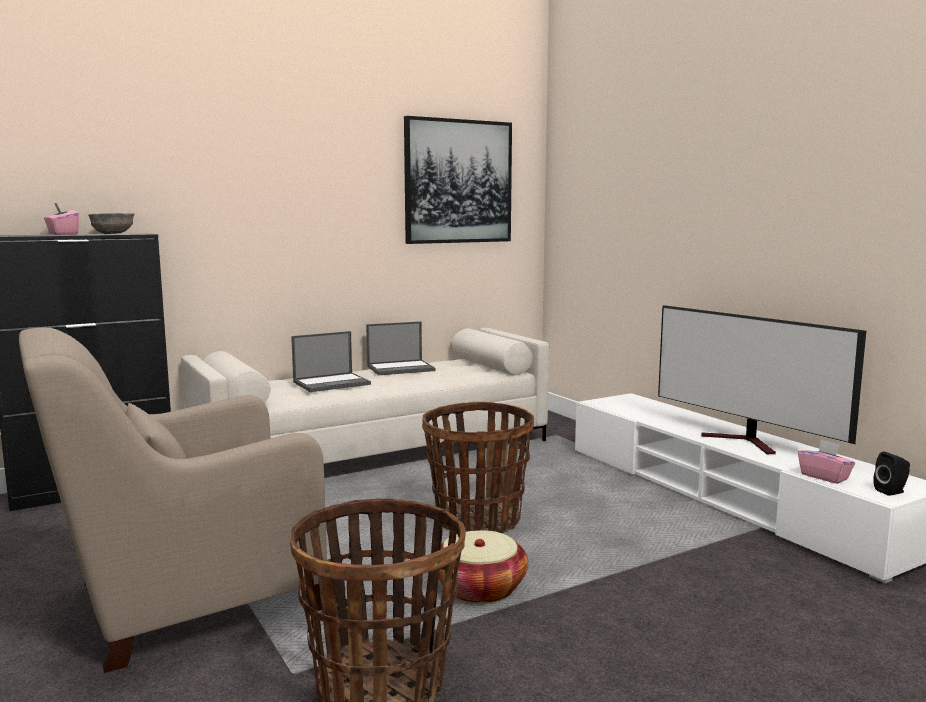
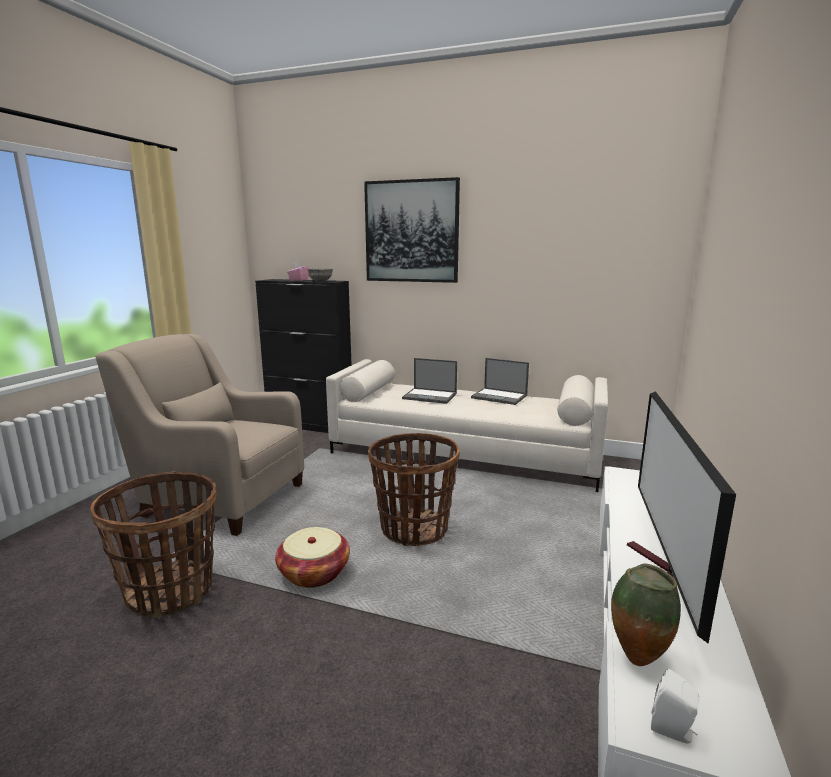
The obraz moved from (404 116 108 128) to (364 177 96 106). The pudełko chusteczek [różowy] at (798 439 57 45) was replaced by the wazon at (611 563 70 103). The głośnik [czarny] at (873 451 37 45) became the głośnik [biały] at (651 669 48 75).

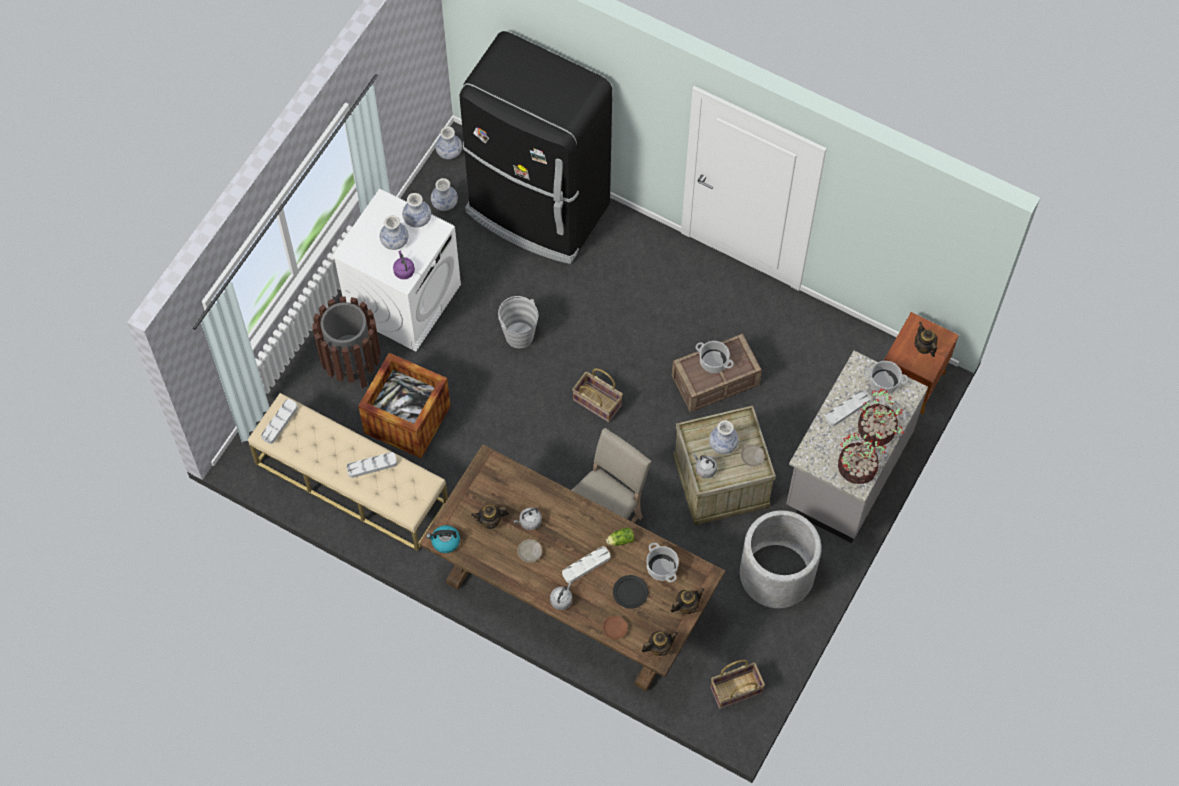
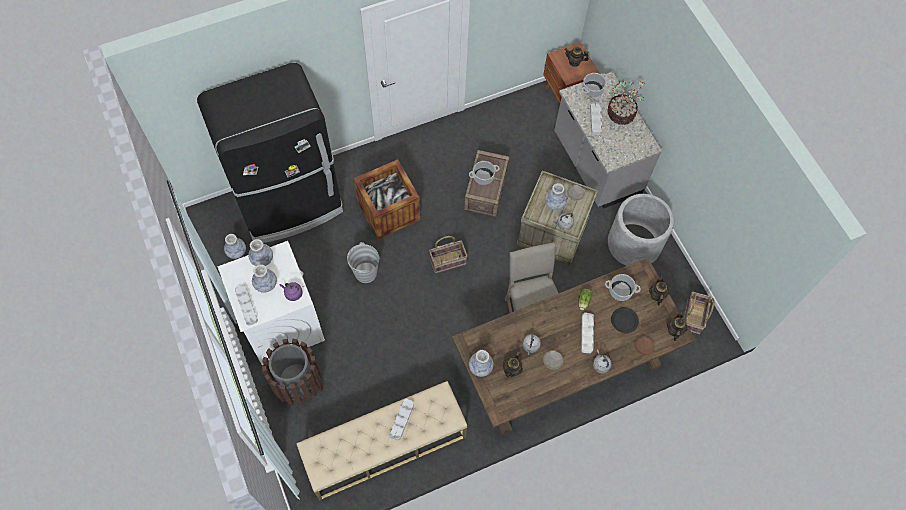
The wazon moved from (435 126 27 33) to (469 350 25 27). The skrzynka moved from (358 353 93 105) to (354 159 66 80). The taca [szary] moved from (261 399 37 45) to (235 285 23 40). The roślina doniczkowa at (838 432 48 52) disappeared. The czajnik at (426 525 34 28) disappeared.

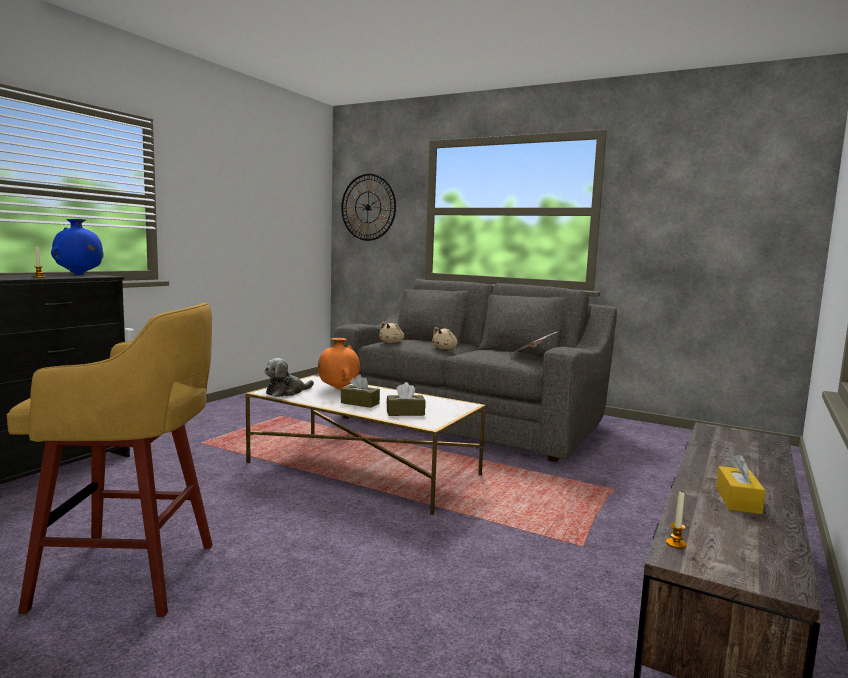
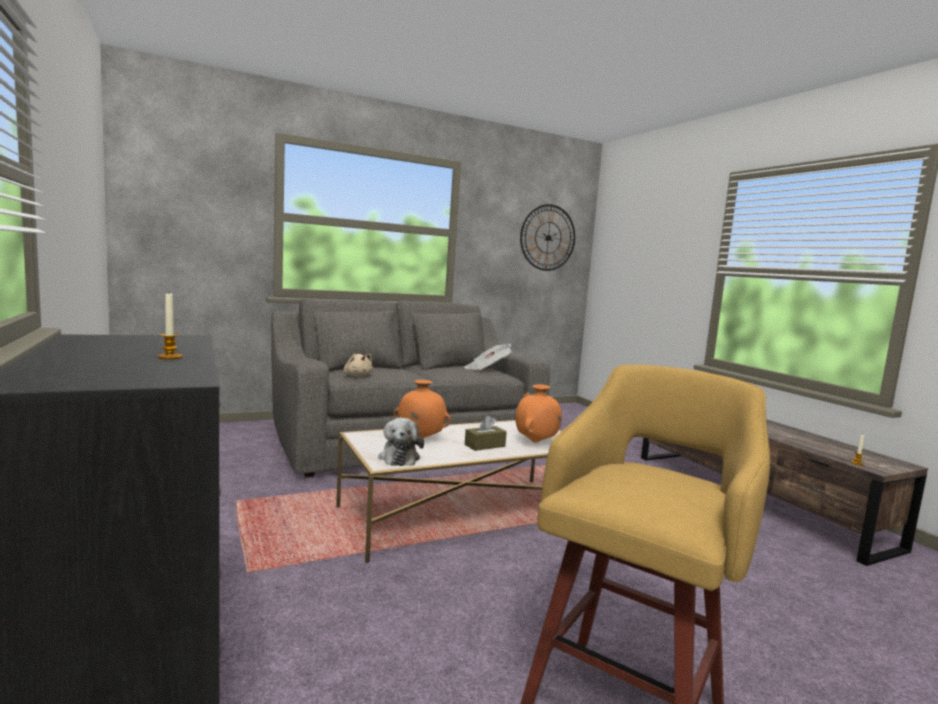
The zegar ścienny moved from (341 174 55 67) to (520 204 55 67). The wazon [niebieski] at (51 219 53 56) disappeared. The pluszak [beżowy] at (432 327 26 22) disappeared. The pudełko chusteczek [brązowy] at (387 382 38 34) was replaced by the wazon [pomarańczowy] at (515 384 47 59). The pudełko chusteczek [żółty] at (716 454 50 60) disappeared.

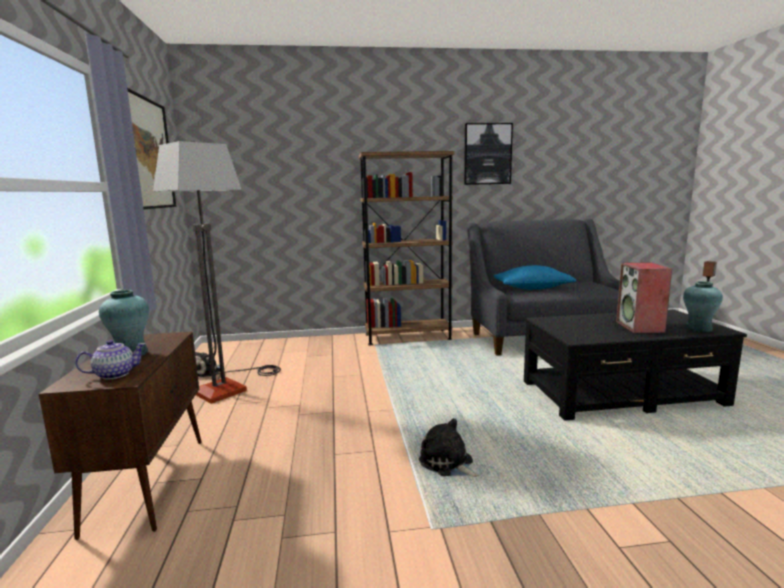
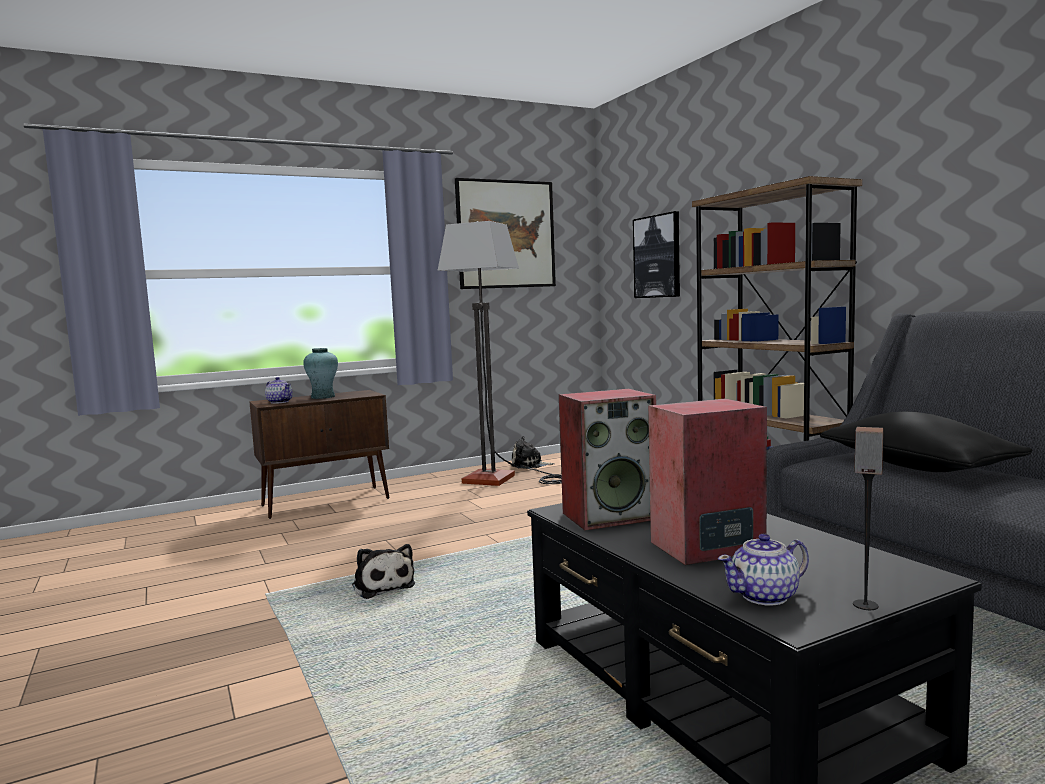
The obraz moved from (464 123 49 62) to (633 211 47 87). The poduszka [niebieski] at (494 265 82 25) became the poduszka [czarny] at (820 412 213 60). The wazon [turkusowy] at (683 281 40 51) was replaced by the imbryk at (718 534 91 71). The pluszak at (419 418 60 59) turned 120 degrees clockwise. The głośnik at (559 389 97 141) appeared.

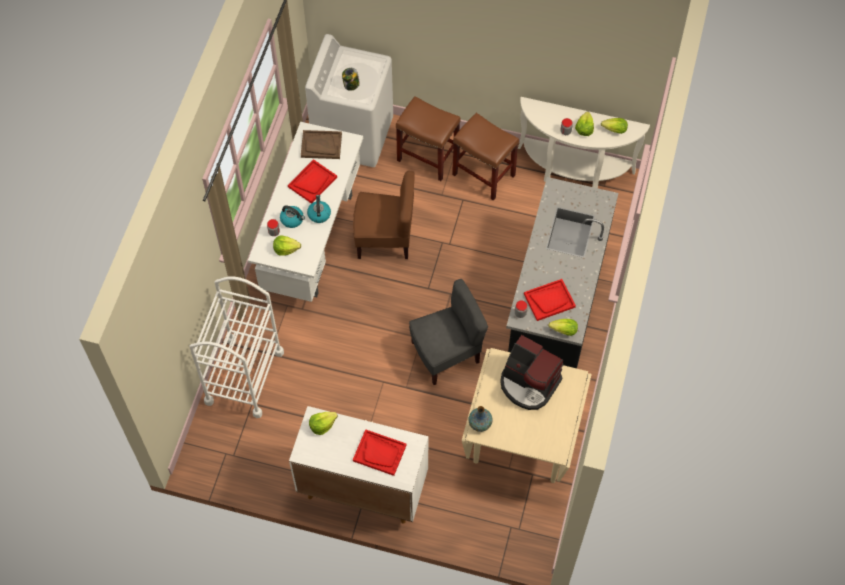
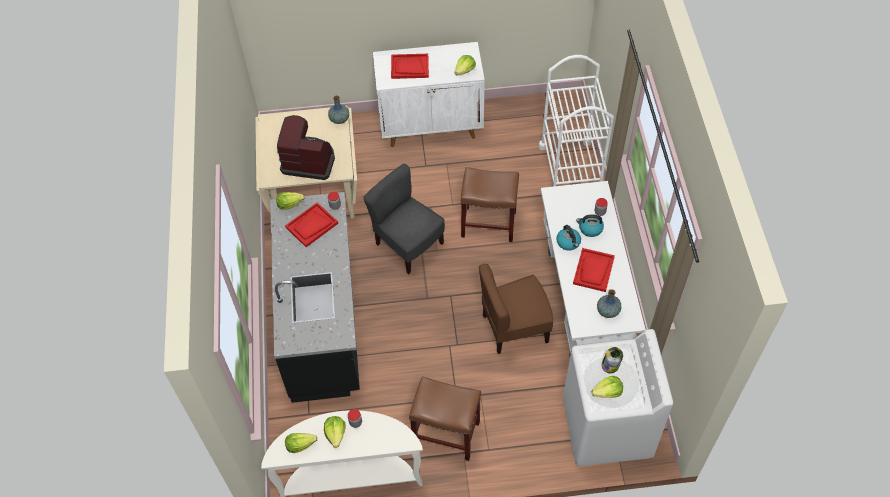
The stołek [brązowy] moved from (396 96 65 85) to (461 167 58 75). The taca [brązowy] at (301 130 41 29) was replaced by the wazon at (597 289 24 29). The sałata moved from (273 236 28 20) to (592 376 31 22). The krzesło [szary] at (409 279 79 106) turned 90 degrees clockwise.

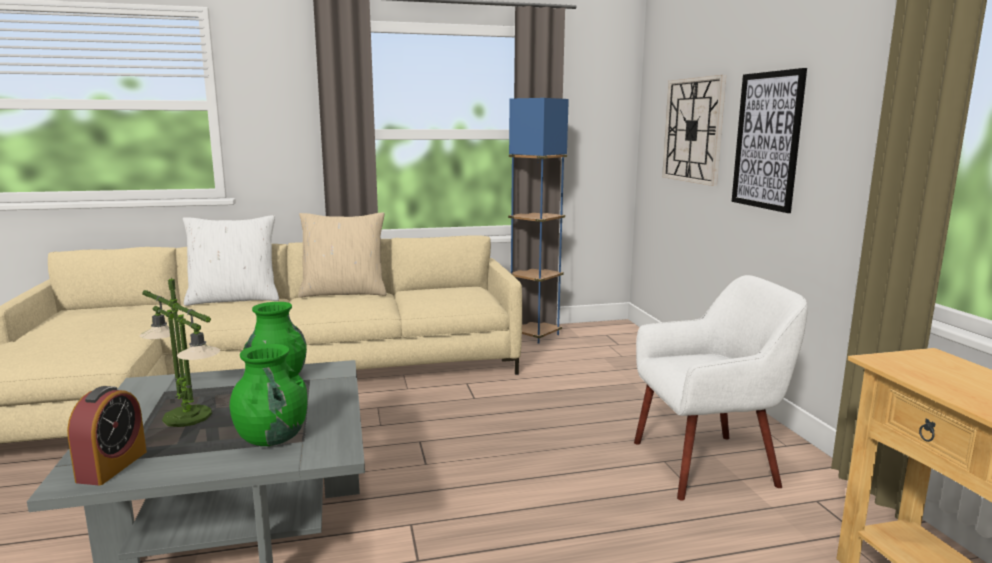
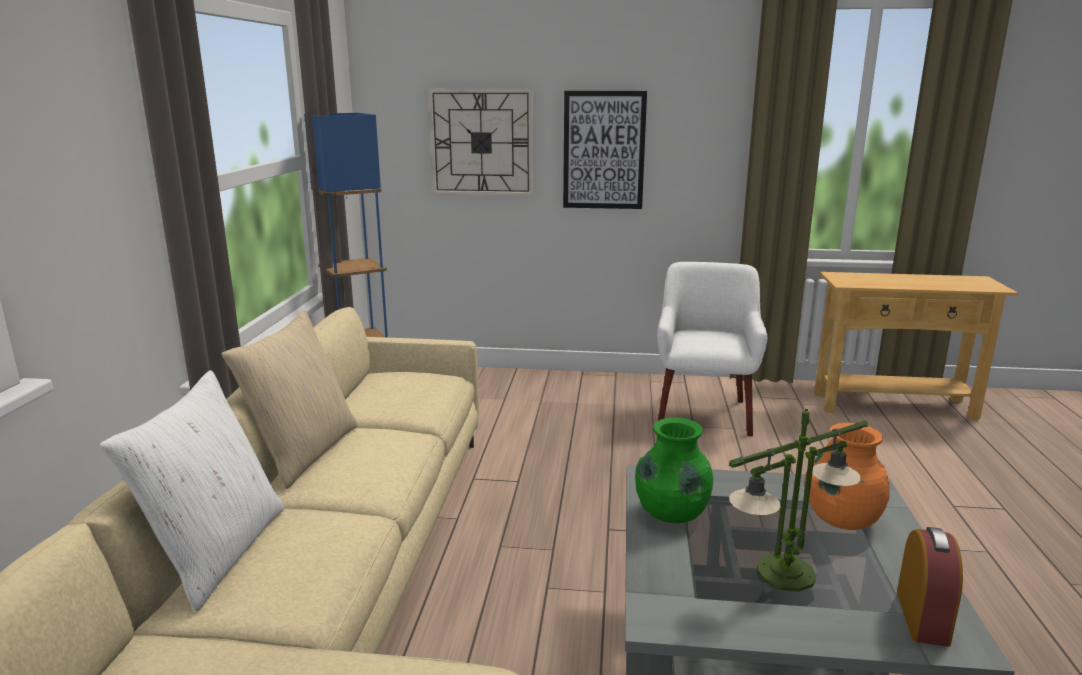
The wazon [zielony] at (230 344 77 102) became the wazon [pomarańczowy] at (805 423 85 107). The budzik at (67 386 80 99) turned 75 degrees clockwise.

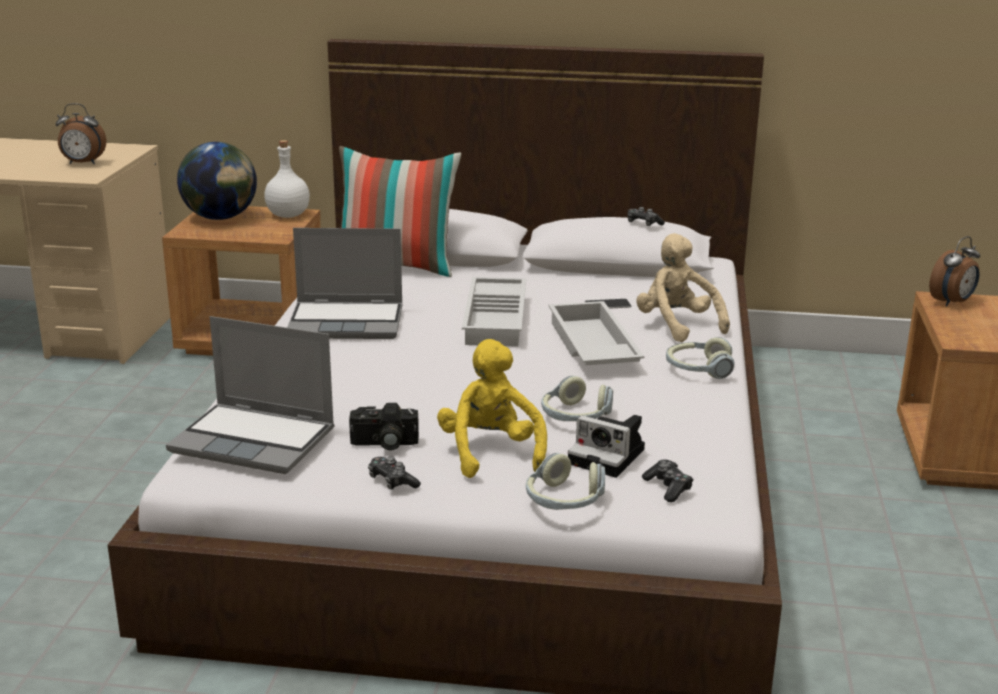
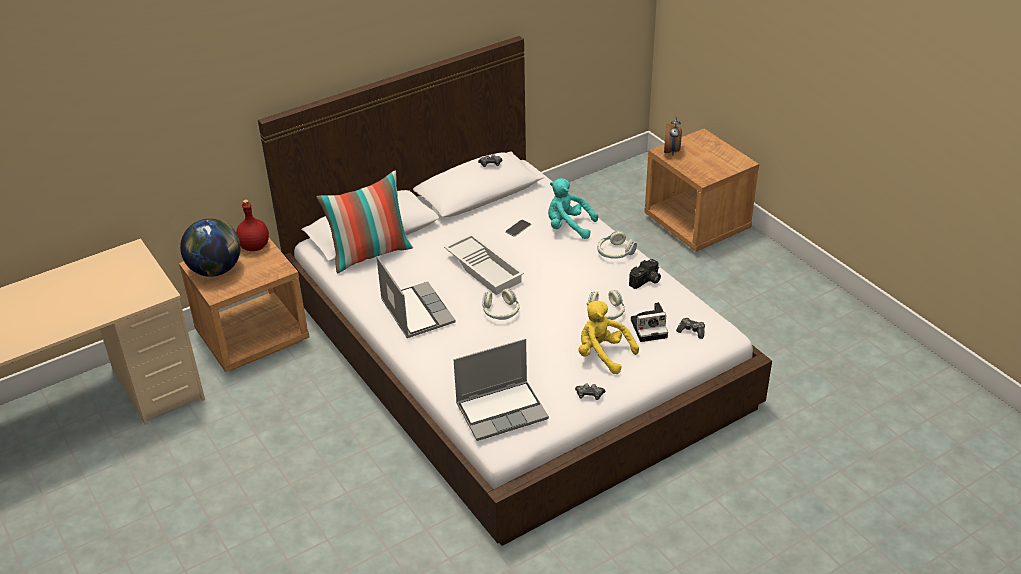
The budzik at (56 103 50 61) disappeared. The butelka [biały] at (264 140 46 78) became the butelka [czerwony] at (236 199 33 52). The laptop at (287 228 115 111) turned 75 degrees counterclockwise. The pluszak [beżowy] at (636 233 94 109) became the pluszak [turkusowy] at (548 178 50 61). The taca [biały] at (549 301 95 64) disappeared. The aparat fotograficzny moved from (349 403 70 47) to (629 259 32 30). The słuchawki moved from (526 453 79 57) to (482 288 38 32).

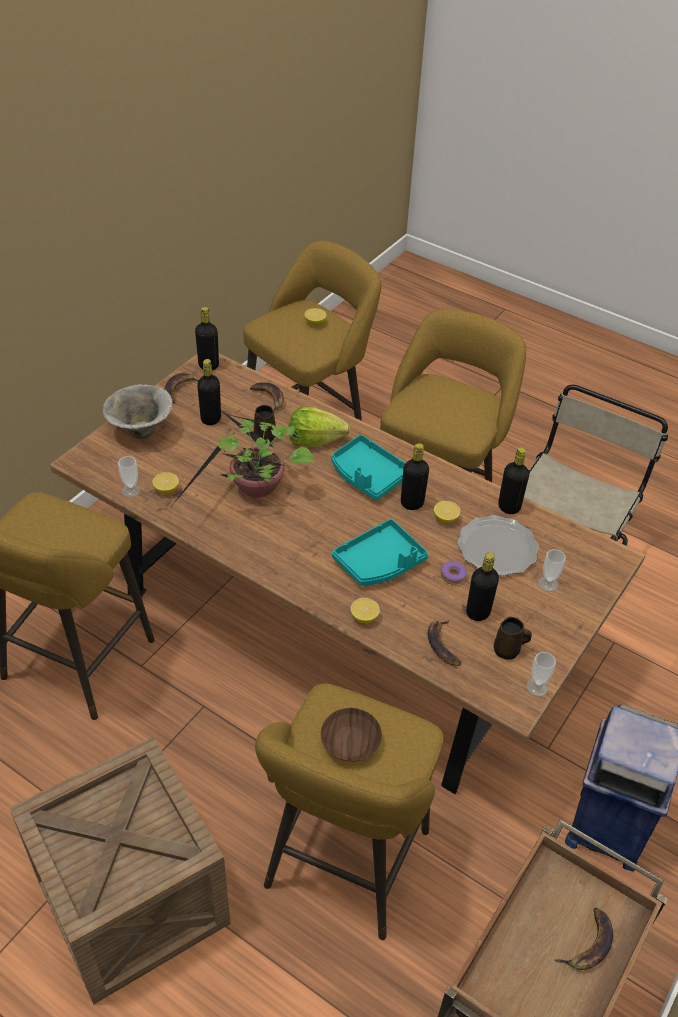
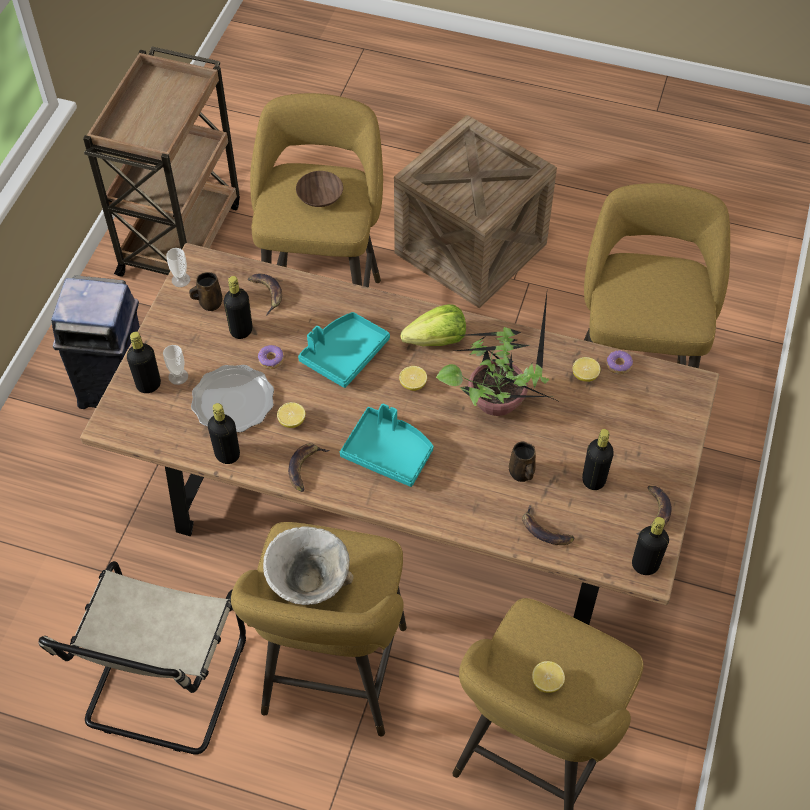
The miska moved from (102 384 70 55) to (263 526 90 79). The sałata moved from (289 407 61 40) to (401 304 65 42). The butelka [czarny] moved from (401 443 28 67) to (127 332 34 61). The filiżanka at (118 456 23 41) was replaced by the donut at (606 350 27 24). The cytryna moved from (351 598 29 26) to (399 366 28 25). The banan moved from (555 907 58 63) to (288 443 41 49).

